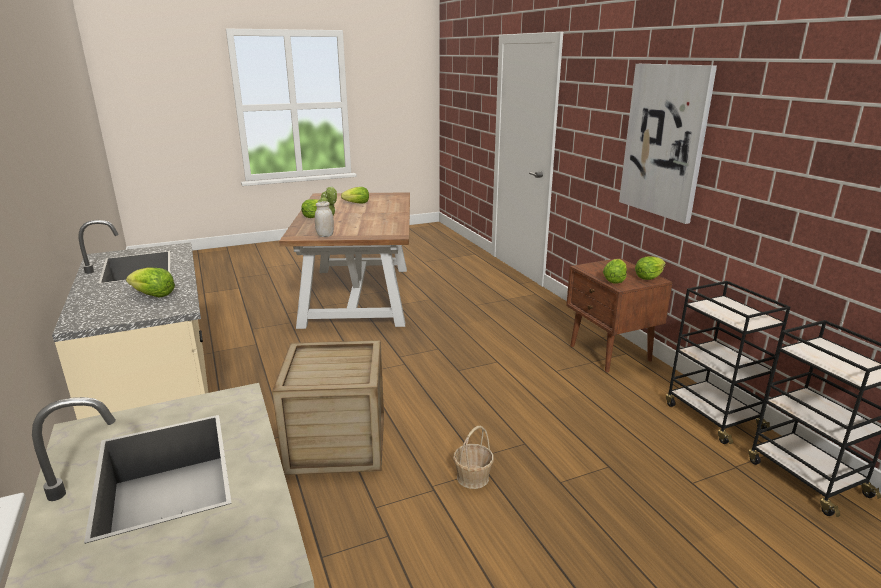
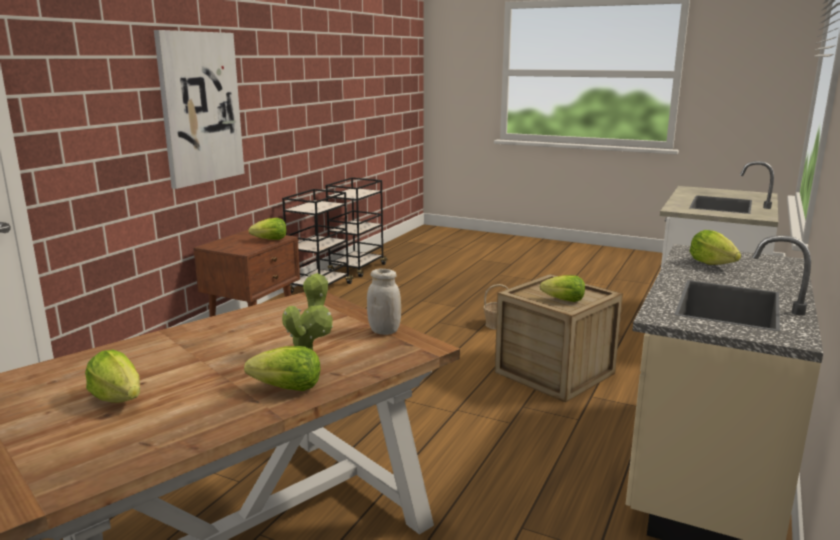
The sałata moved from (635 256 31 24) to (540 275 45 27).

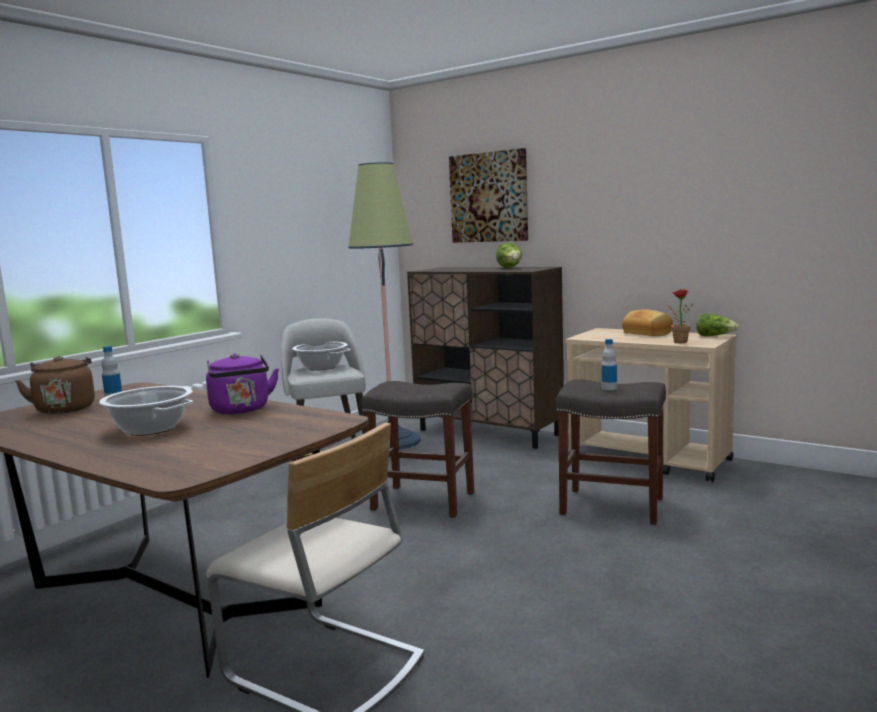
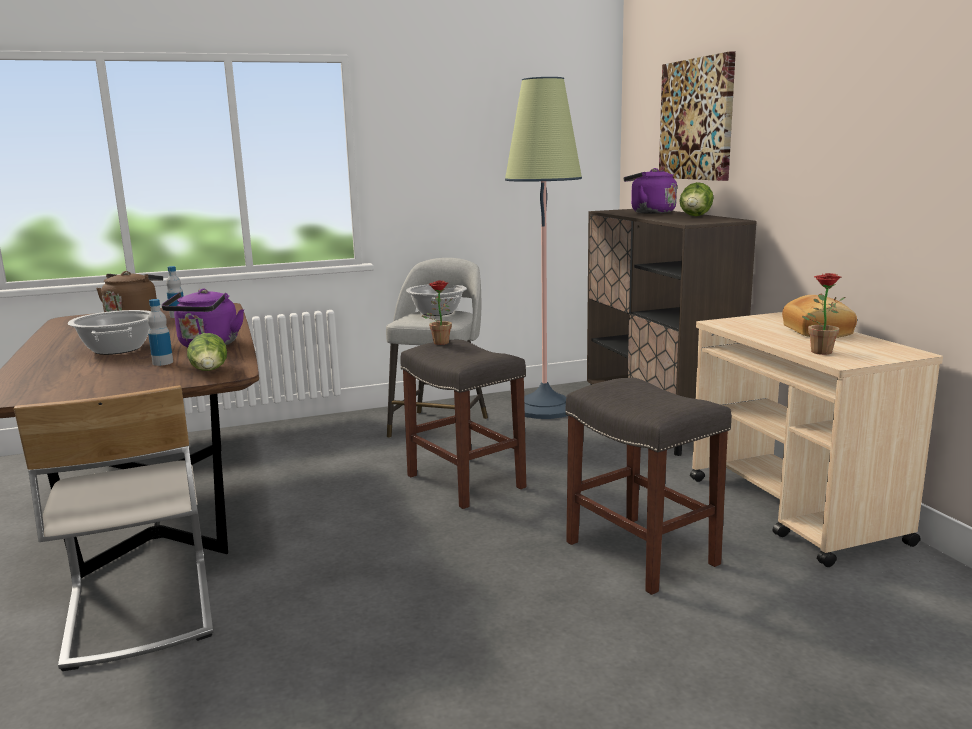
The sałata moved from (696 313 43 23) to (187 333 40 38). The butelka moved from (601 339 16 51) to (147 299 26 67). The czajnik [fioletowy] at (623 168 54 46) appeared. The roślina doniczkowa at (422 281 31 64) appeared.

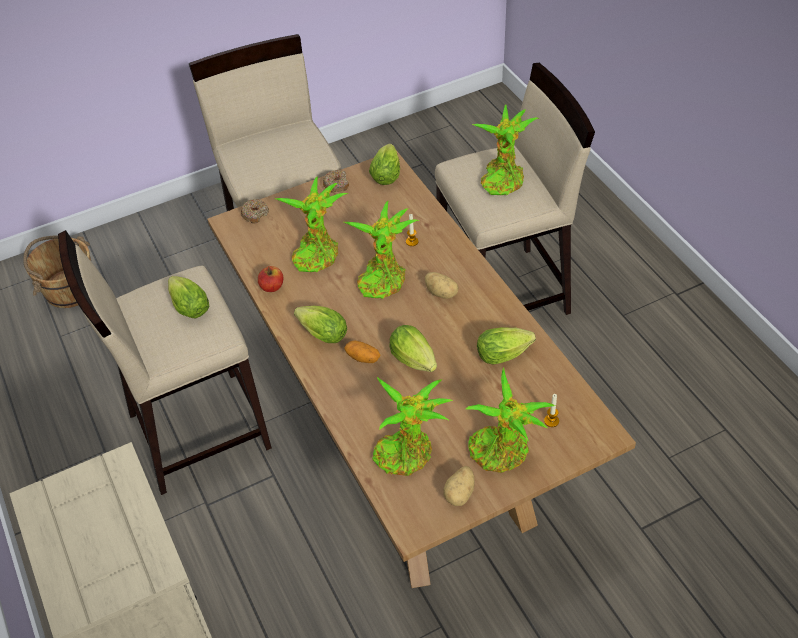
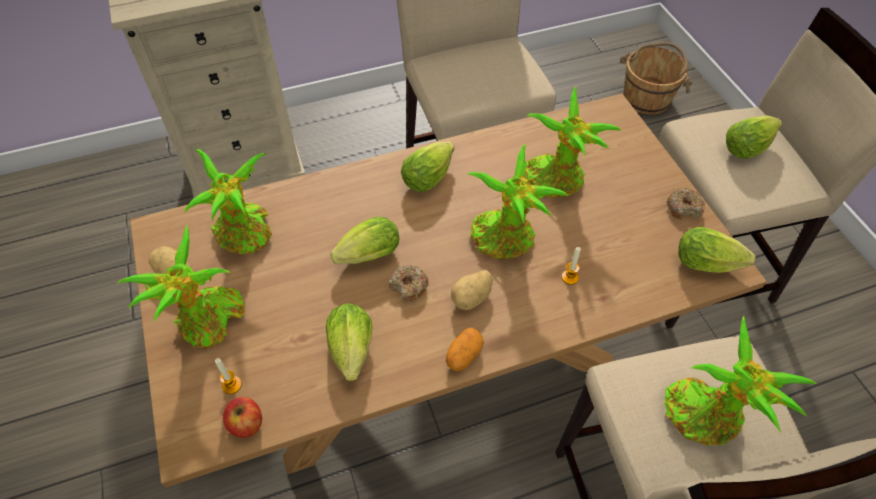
The donut moved from (241 199 28 24) to (389 265 40 36). The jabłko moved from (258 266 25 26) to (223 397 39 41). The sałata moved from (168 276 41 42) to (726 116 56 43). The ziemniak moved from (344 340 36 23) to (446 328 38 43).

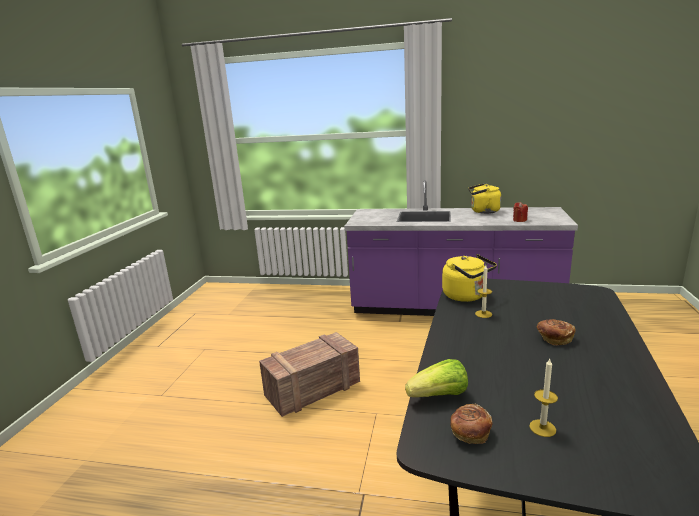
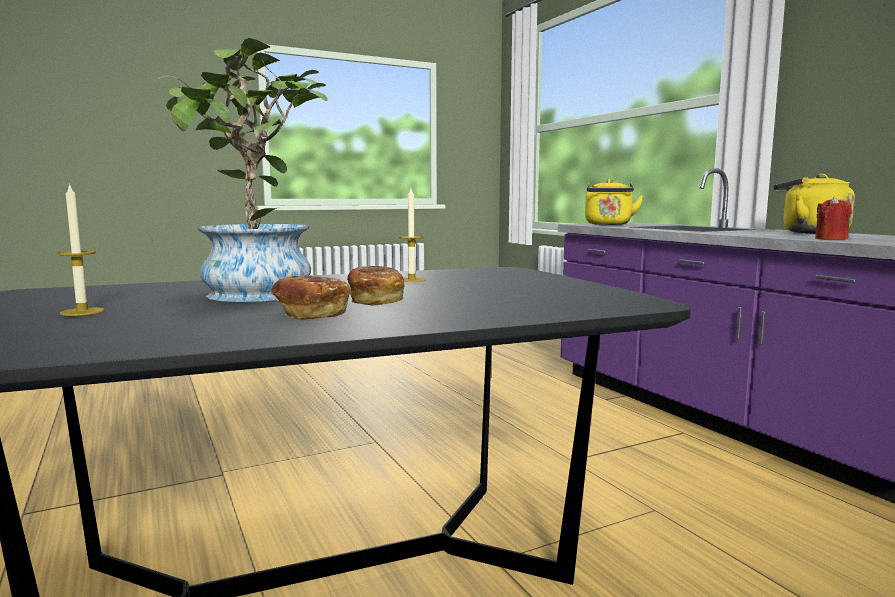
The czajnik [żółty] moved from (442 254 55 48) to (585 179 59 46). The skrzynka at (259 332 101 85) disappeared. The sałata at (405 359 63 38) disappeared. The chleb moved from (450 404 42 40) to (272 275 78 44). The roślina doniczkowa at (159 38 169 264) appeared.

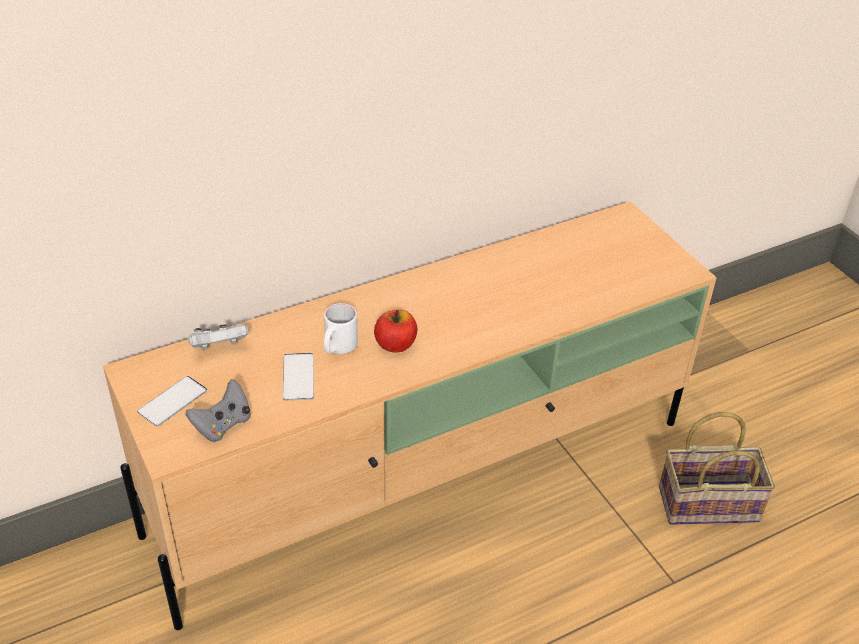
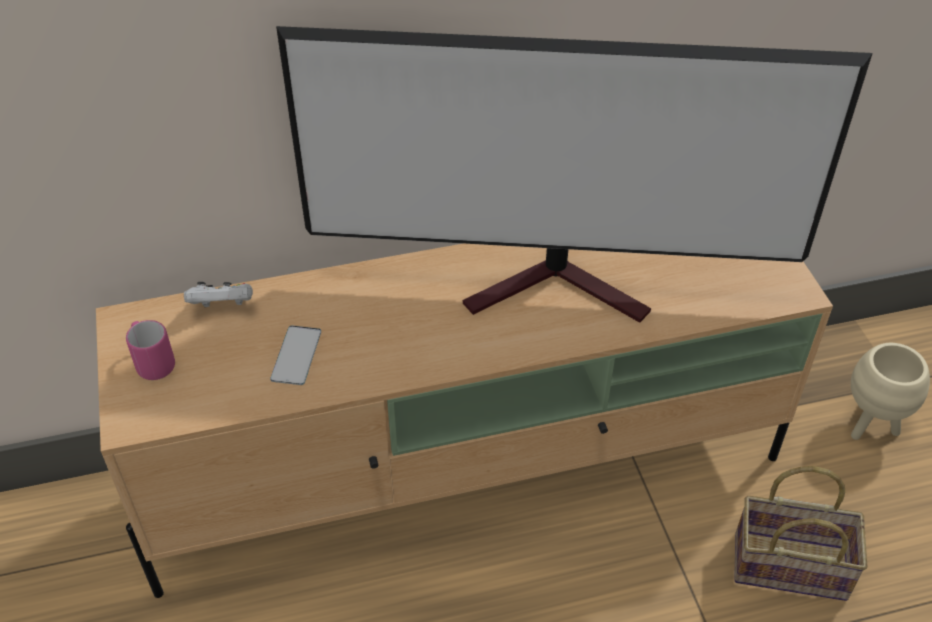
The kubek [biały] at (324 303 34 51) disappeared. The jabłko at (374 309 43 44) disappeared. The telefon at (137 376 70 50) was replaced by the kubek [różowy] at (126 320 49 60). The pad do gier [szary] at (186 379 65 63) disappeared. The telewizor at (276 26 597 297) appeared. The donica [beżowy] at (851 343 79 97) appeared.

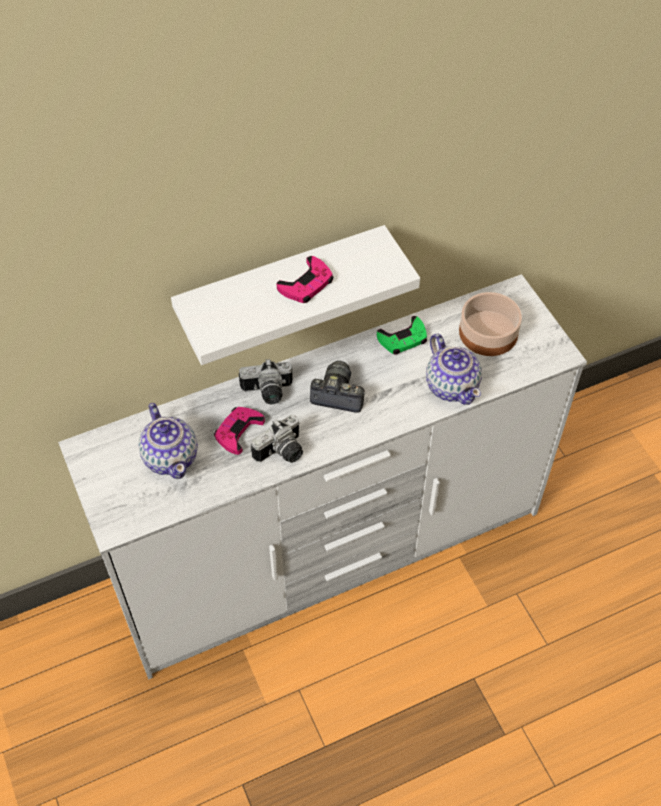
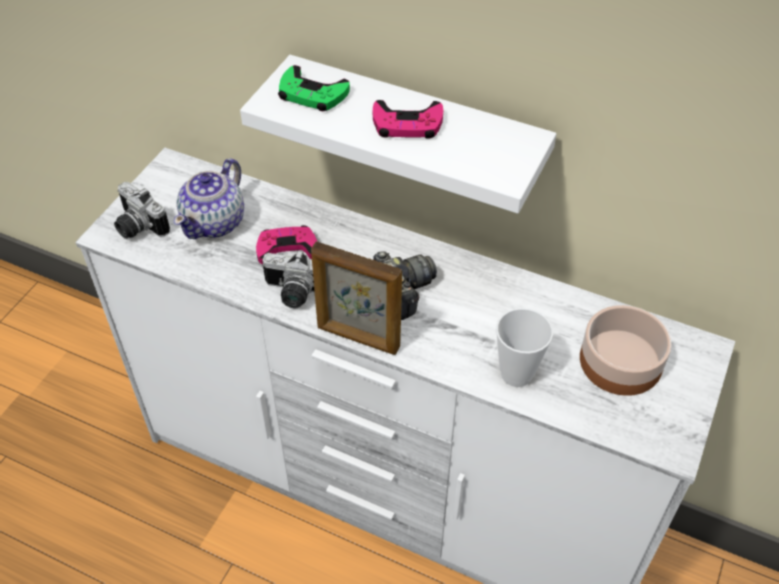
The pad do gier [zielony] moved from (377 316 50 39) to (278 65 72 46). The imbryk at (426 334 56 71) was replaced by the filiżanka at (496 308 57 79). The aparat fotograficzny moved from (239 359 54 45) to (114 182 56 57). The ramka na zdjęcie at (311 241 91 114) appeared.

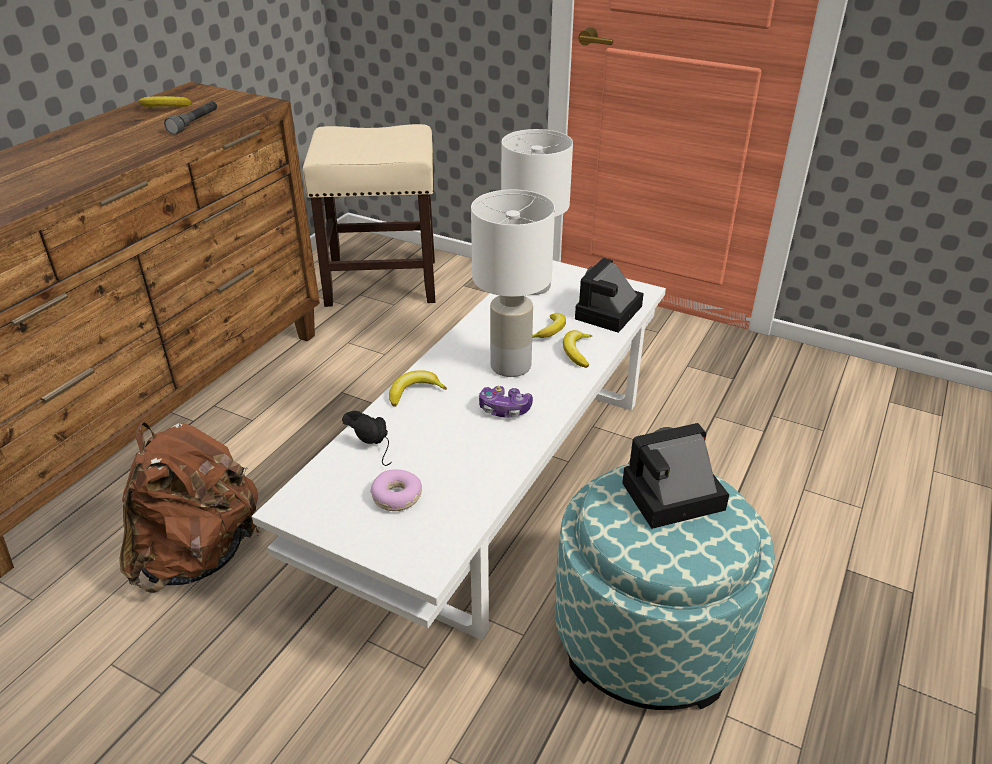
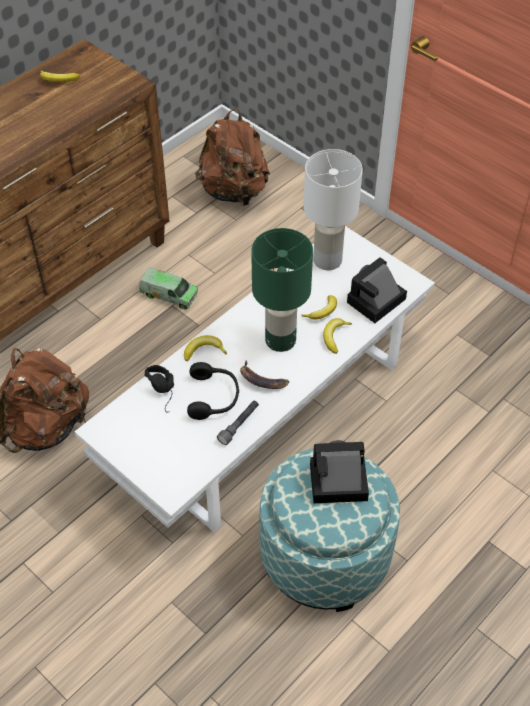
The latarka [szary] moved from (164 101 53 34) to (217 401 42 44). The stołek [beżowy] at (303 124 132 183) was replaced by the plecak [brązowy] at (195 109 75 98). The lampa stołowa [biały] at (471 189 84 188) became the lampa stołowa [zielony] at (251 228 62 124). The pad do gier at (479 386 54 32) was replaced by the banan at (240 361 49 28). The donut at (370 470 52 41) disappeared. The ciężarówka zabawkowa at (139 267 59 43) appeared. The słuchawki [czarny] at (187 362 52 58) appeared.

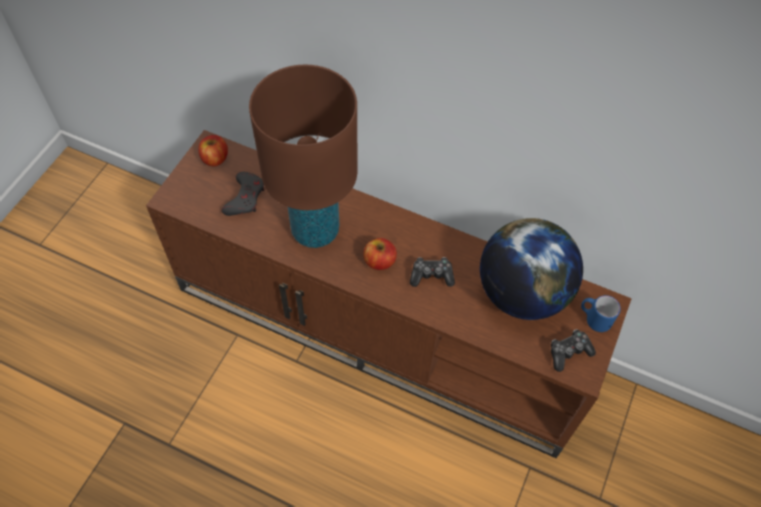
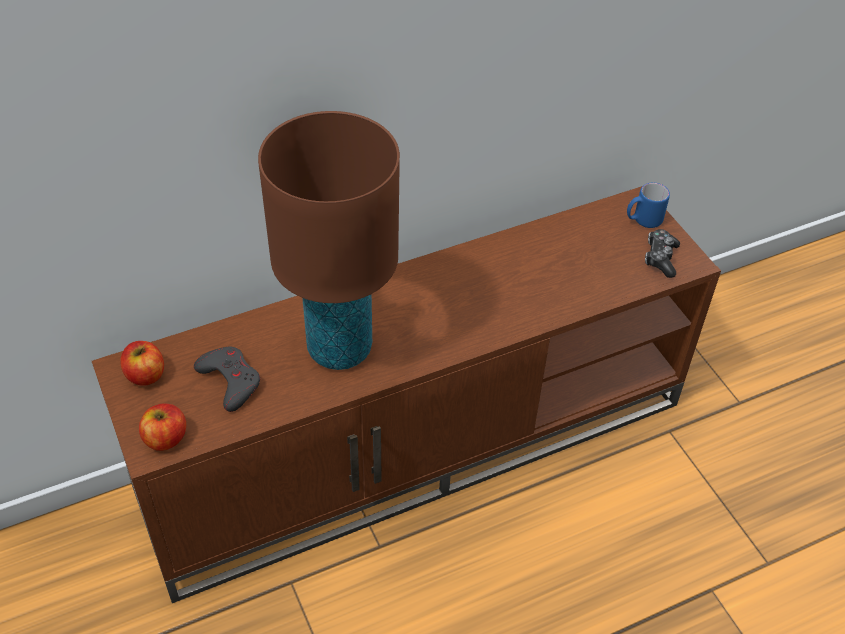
The globus at (480 218 103 102) disappeared. The jabłko moved from (363 238 34 32) to (139 403 47 48). The pad do gier at (410 257 45 30) disappeared.

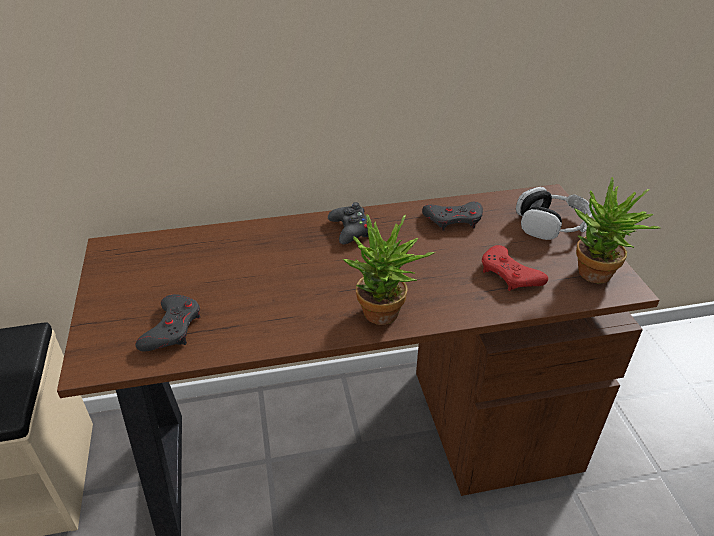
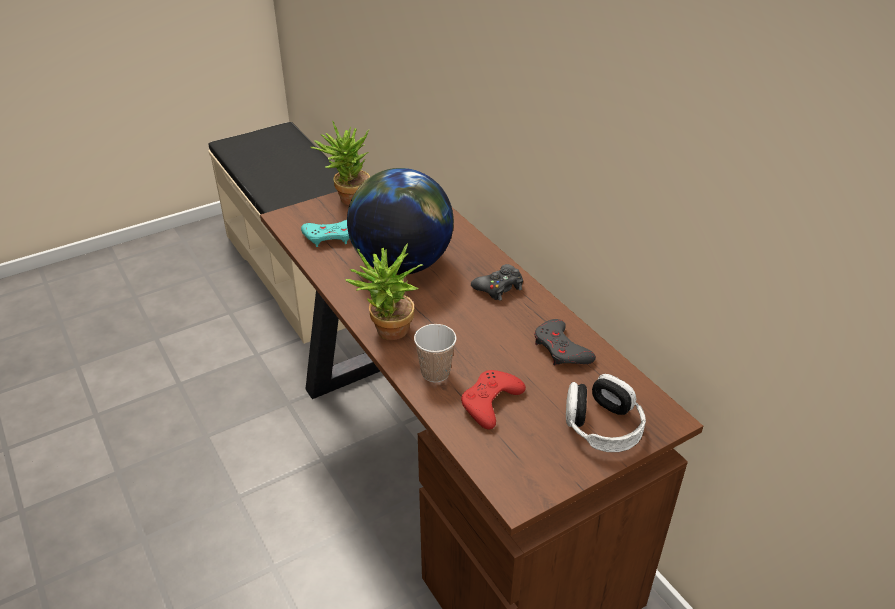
The roślina doniczkowa moved from (574 177 86 107) to (311 121 59 84). The pad do gier [szary] at (135 294 65 58) became the pad do gier [turkusowy] at (301 220 49 27). The globus at (347 168 107 107) appeared. The filiżanka at (414 324 43 58) appeared.

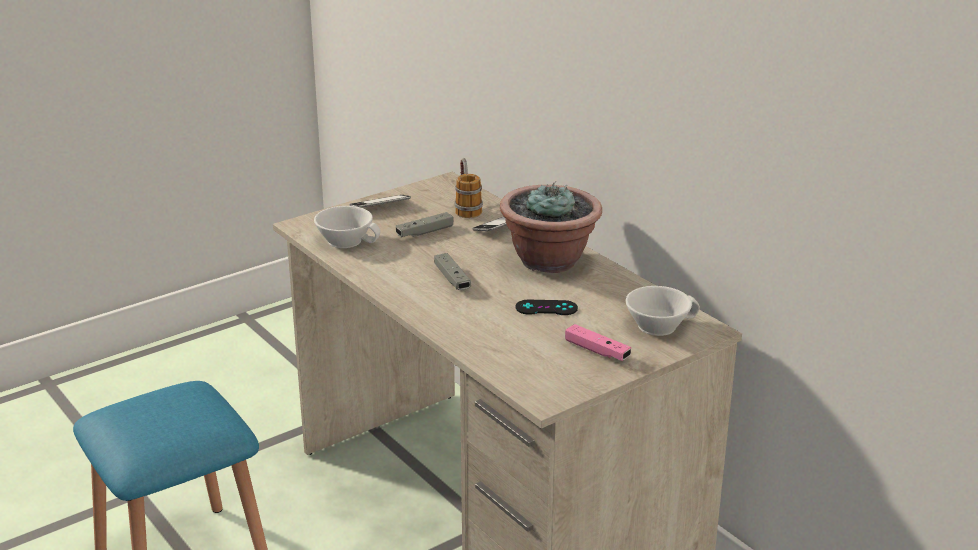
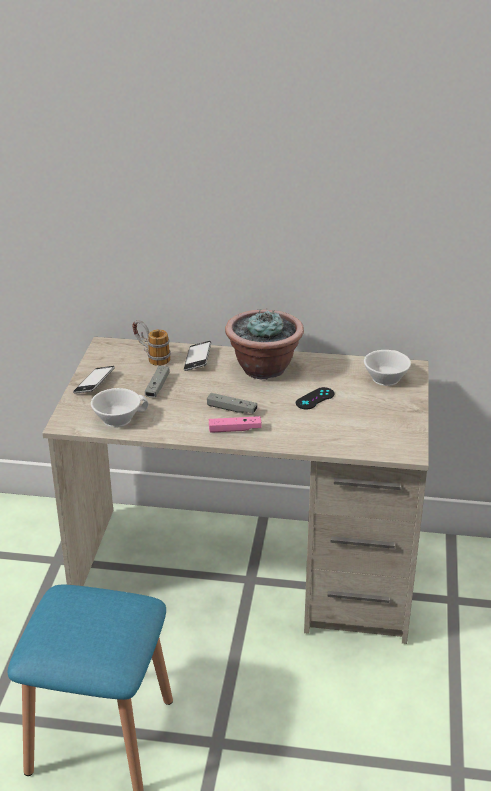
The pad do gier [różowy] moved from (565 324 66 37) to (209 416 53 17).

